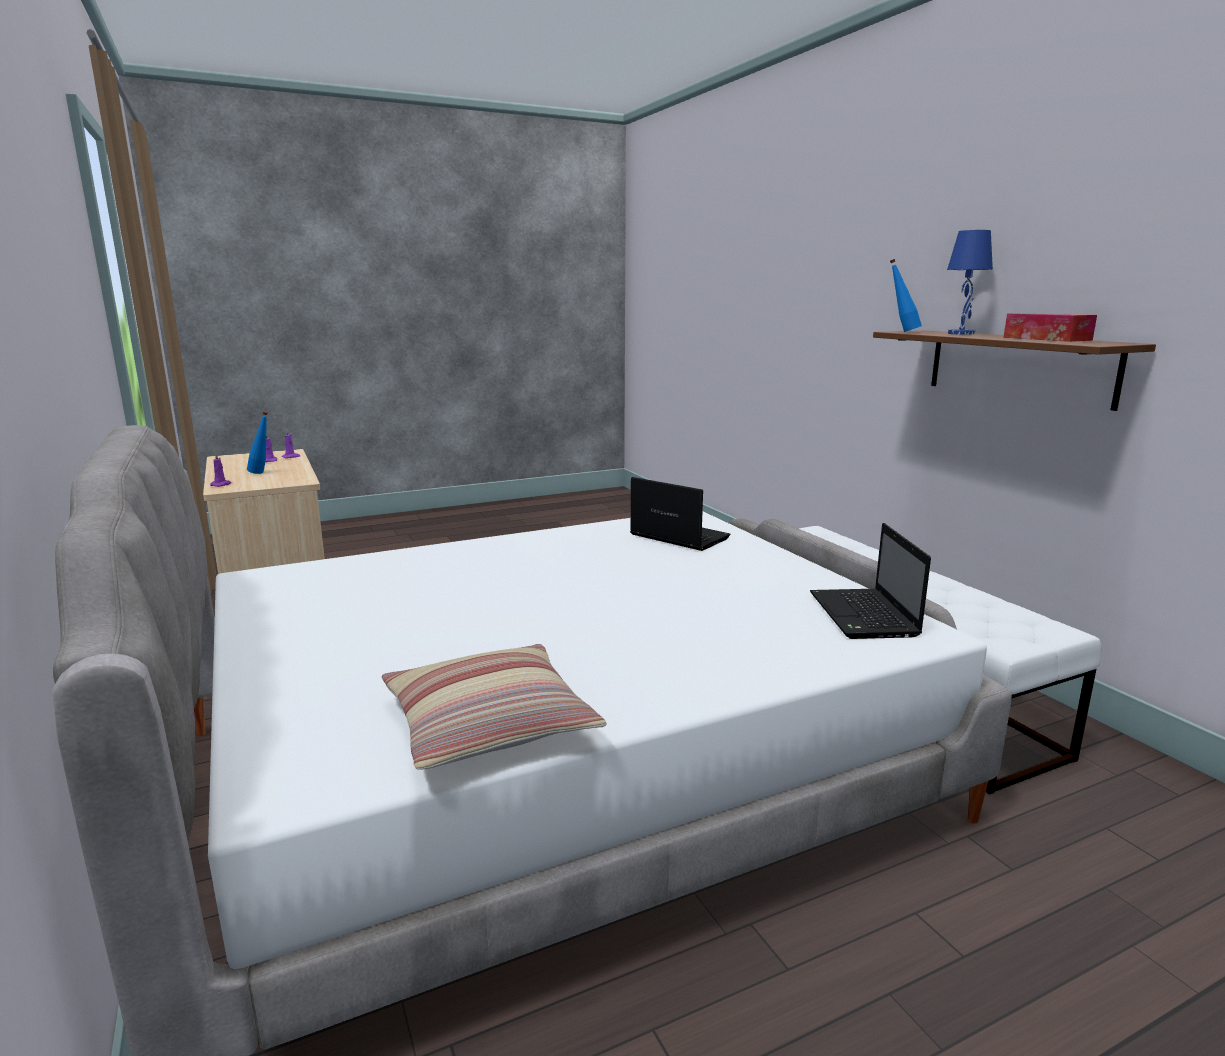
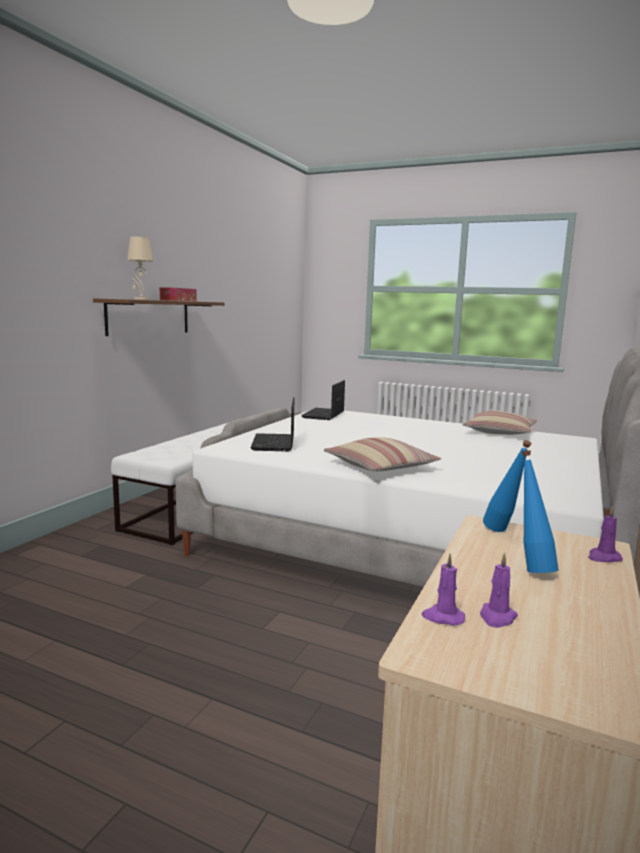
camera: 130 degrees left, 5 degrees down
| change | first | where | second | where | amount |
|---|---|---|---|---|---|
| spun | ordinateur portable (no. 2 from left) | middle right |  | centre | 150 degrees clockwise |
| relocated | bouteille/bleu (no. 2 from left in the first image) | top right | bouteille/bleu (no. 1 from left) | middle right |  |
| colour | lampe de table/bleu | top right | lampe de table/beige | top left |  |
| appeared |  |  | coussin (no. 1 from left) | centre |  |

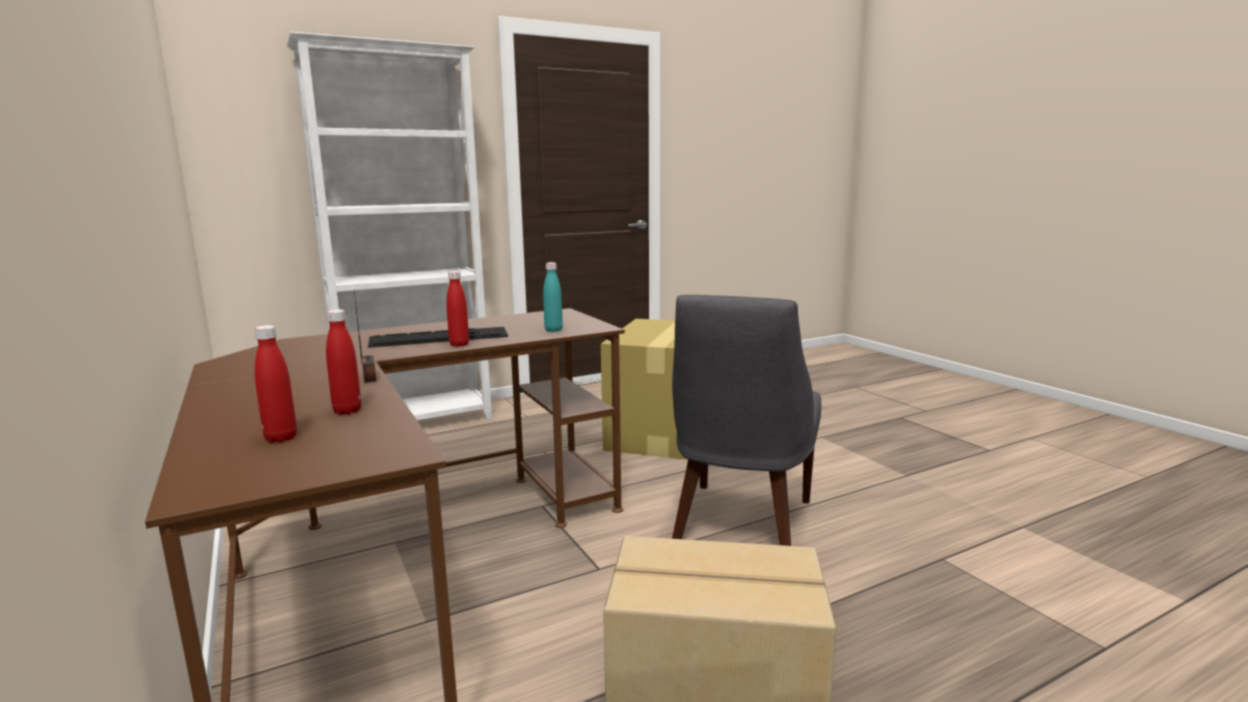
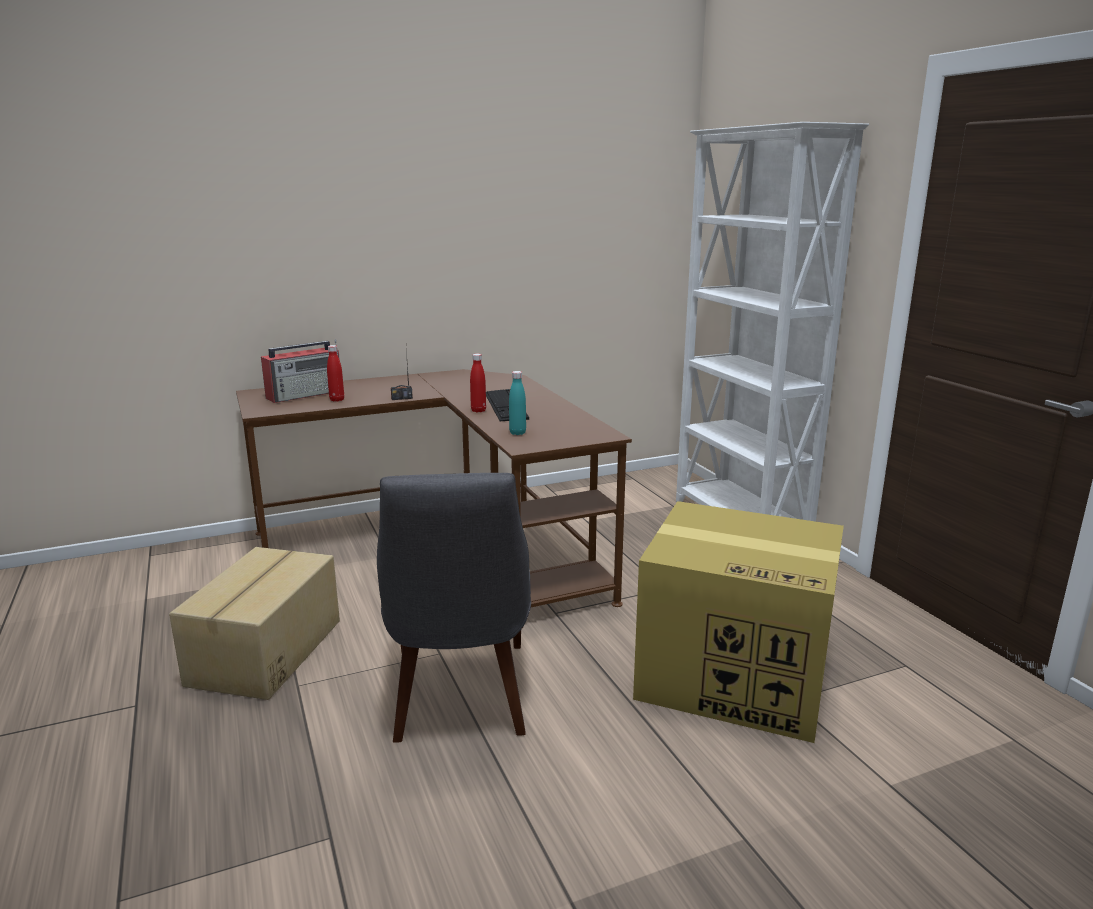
camera: 95 degrees right, 5 degrees up
| change | first | where | second | where | amount |
|---|---|---|---|---|---|
| exchanged | bouteille/rouge (no. 1 from left) | middle left | radio (no. 1 from left) | middle left |  |
| spun | chaise/gris | centre |  | bottom centre | 120 degrees counterclockwise |

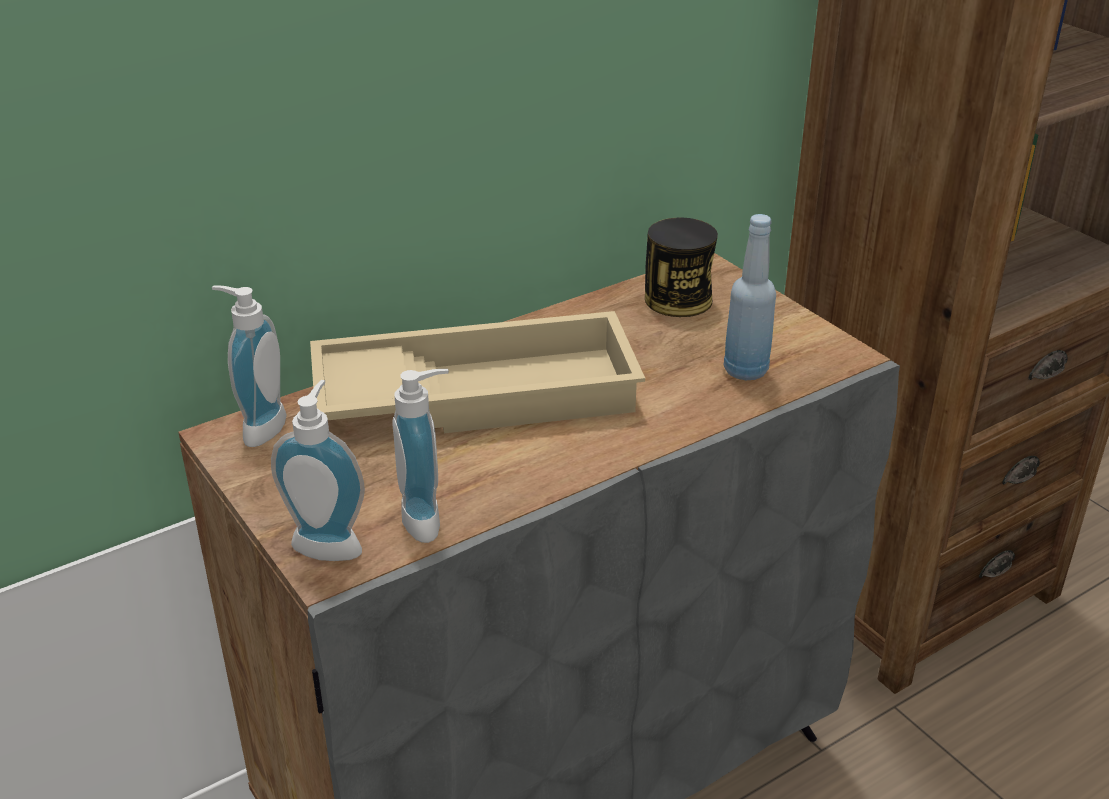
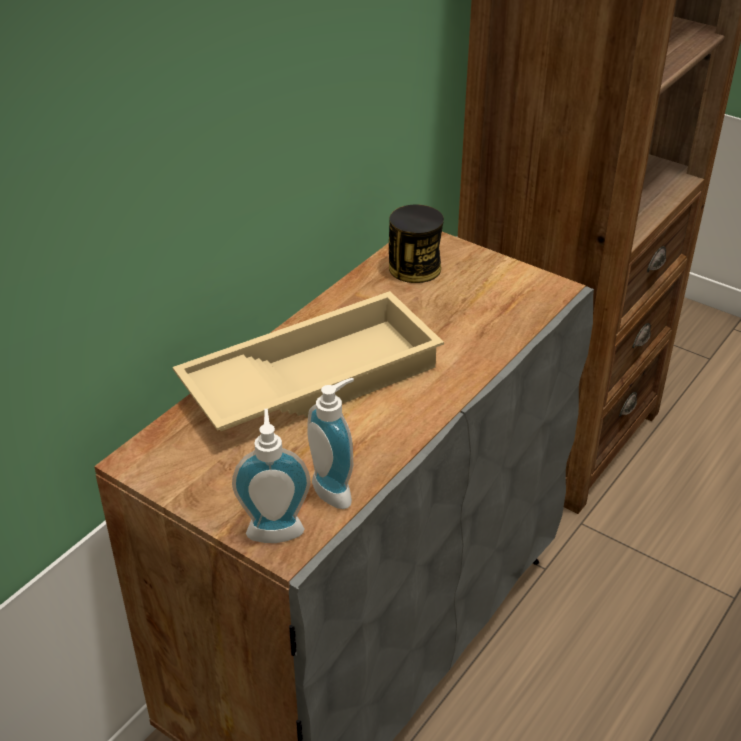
camera: 20 degrees left, 5 degrees up
| change | first | where | second | where | amount |
|---|---|---|---|---|---|
| missing | distributeur de savon (no. 1 from left) | middle left |  |  |  |
| missing | bouteille/bleu | middle right |  |  |  |

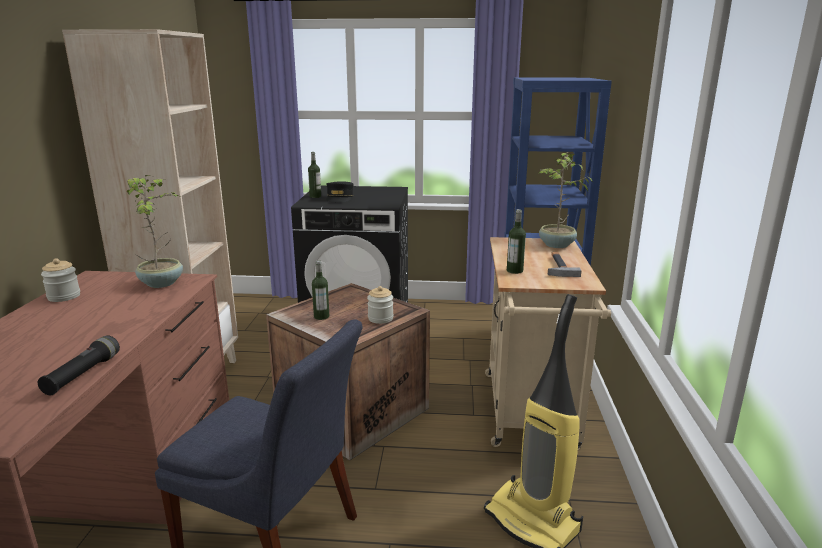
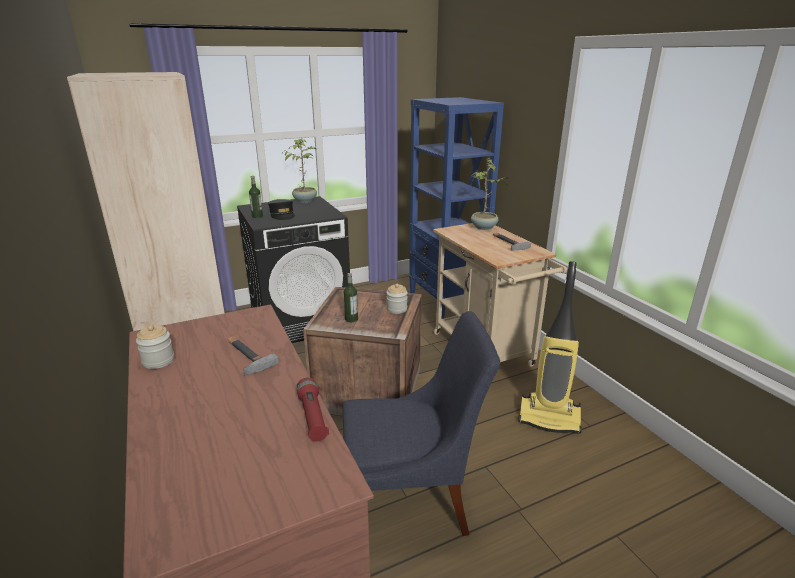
camera: 30 degrees left, 5 degrees up
| change | first | where | second | where | amount |
|---|---|---|---|---|---|
| colour | lampe de poche/noir | middle left | lampe de poche/rouge | bottom centre |  |
| relocated | plante en pot (no. 1 from left) | middle left |  | top centre |  |
| missing | bouteille (no. 3 from left) | centre |  |  |  |
| appeared |  |  | marteau (no. 1 from left) | middle left |  |

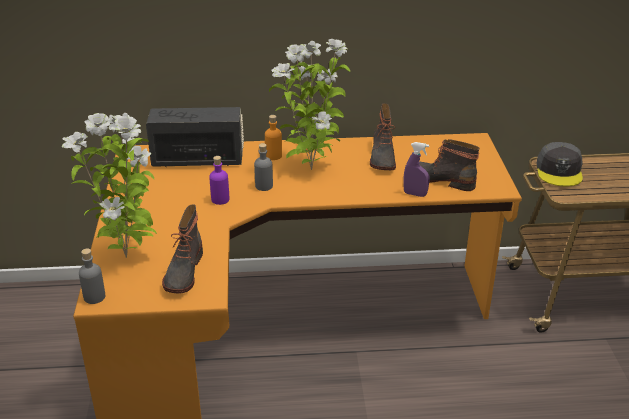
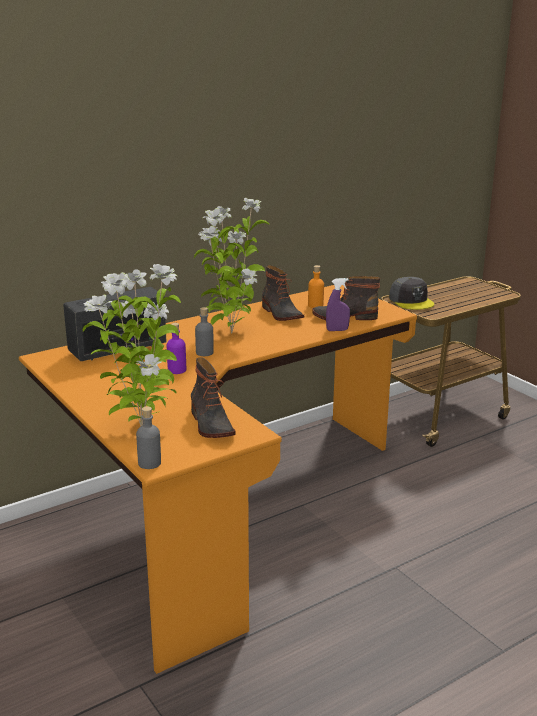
camera: 30 degrees left, 10 degrees down
| change | first | where | second | where | amount |
|---|---|---|---|---|---|
| relocated | bouteille/orange | top centre |  | centre |  |

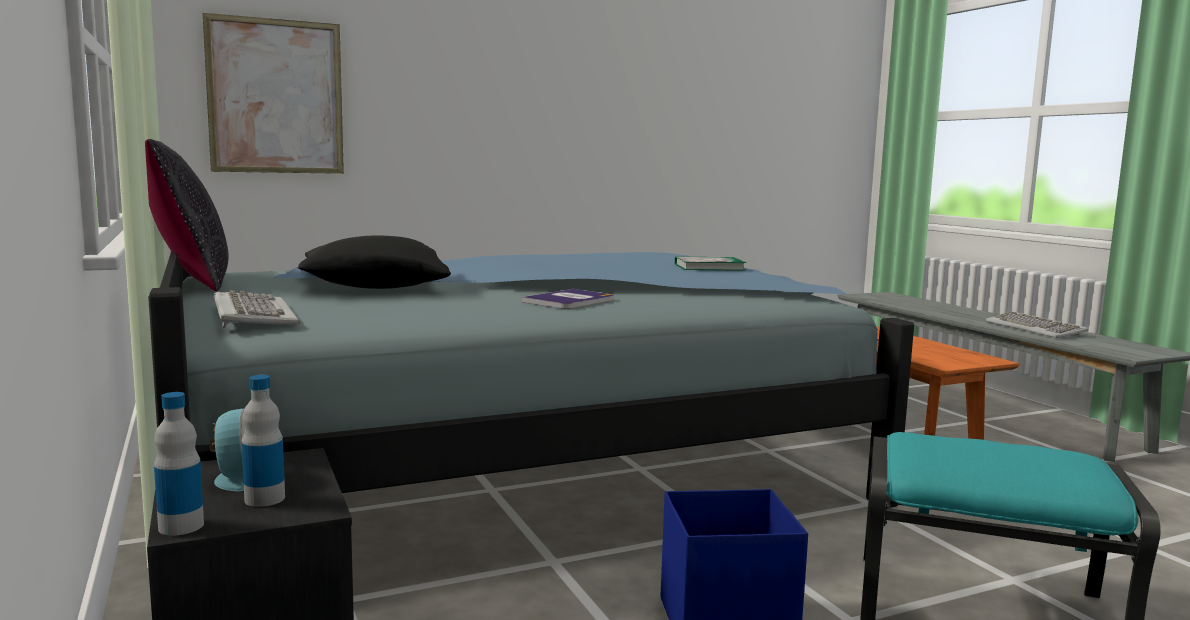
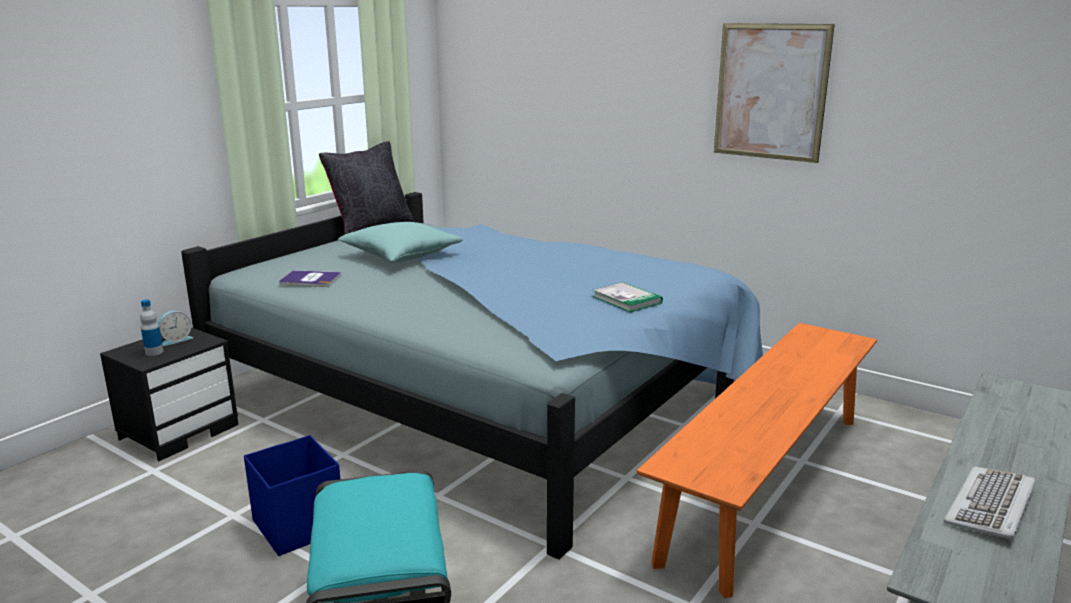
camera: 60 degrees right, 10 degrees up
| change | first | where | second | where | amount |
|---|---|---|---|---|---|
| missing | bouteille (no. 1 from left) | bottom left |  |  |  |
| relocated | tableau | top left |  | top right |  |
| missing | clavier (no. 1 from left) | middle left |  |  |  |
| colour | coussin/noir (no. 2 from left) | middle left | coussin/turquoise | centre |  |
| relocated | livre (no. 1 from left) | centre |  | middle left |  |

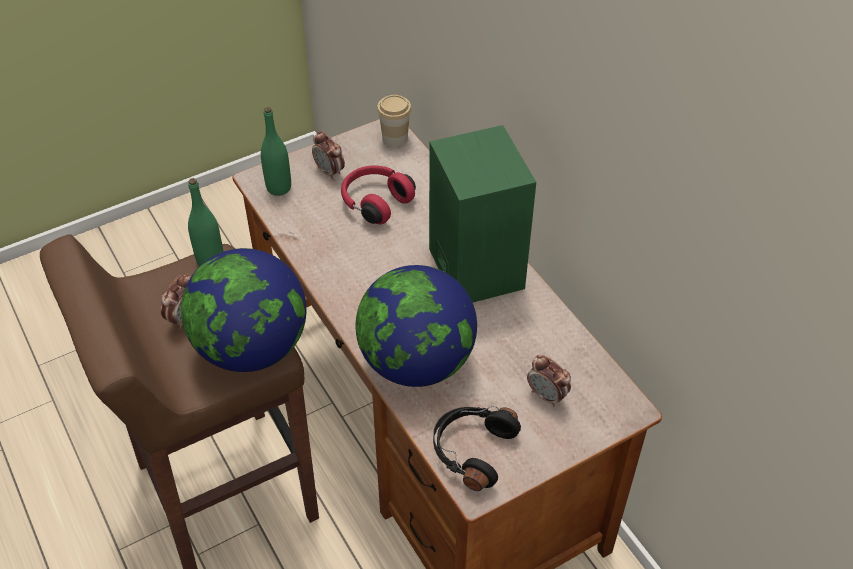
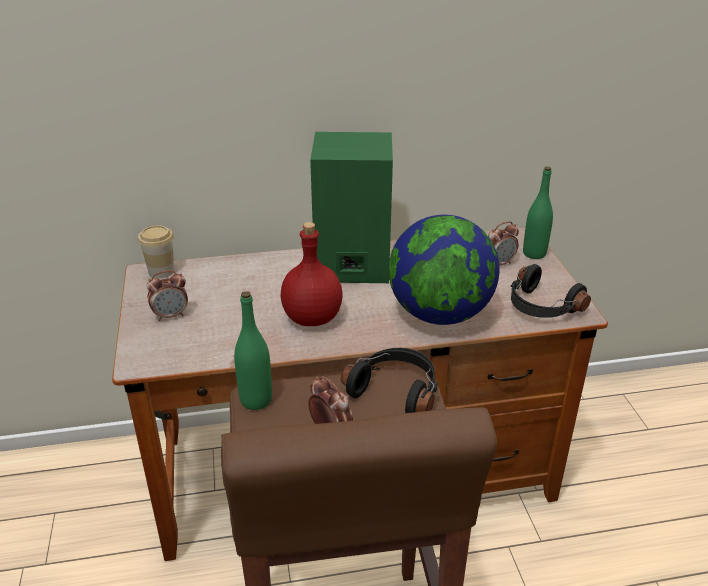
camera: 70 degrees left, 15 degrees down
| change | first | where | second | where | amount |
|---|---|---|---|---|---|
| exchanged | globe (no. 1 from left) | middle left | casque audio/noir (no. 1 from left) | centre |  |
| relocated | bouteille/vert (no. 2 from left) | top left |  | middle right |  |
| missing | casque audio/rouge | centre |  |  |  |
| appeared |  |  | bouteille/rouge | centre |  |

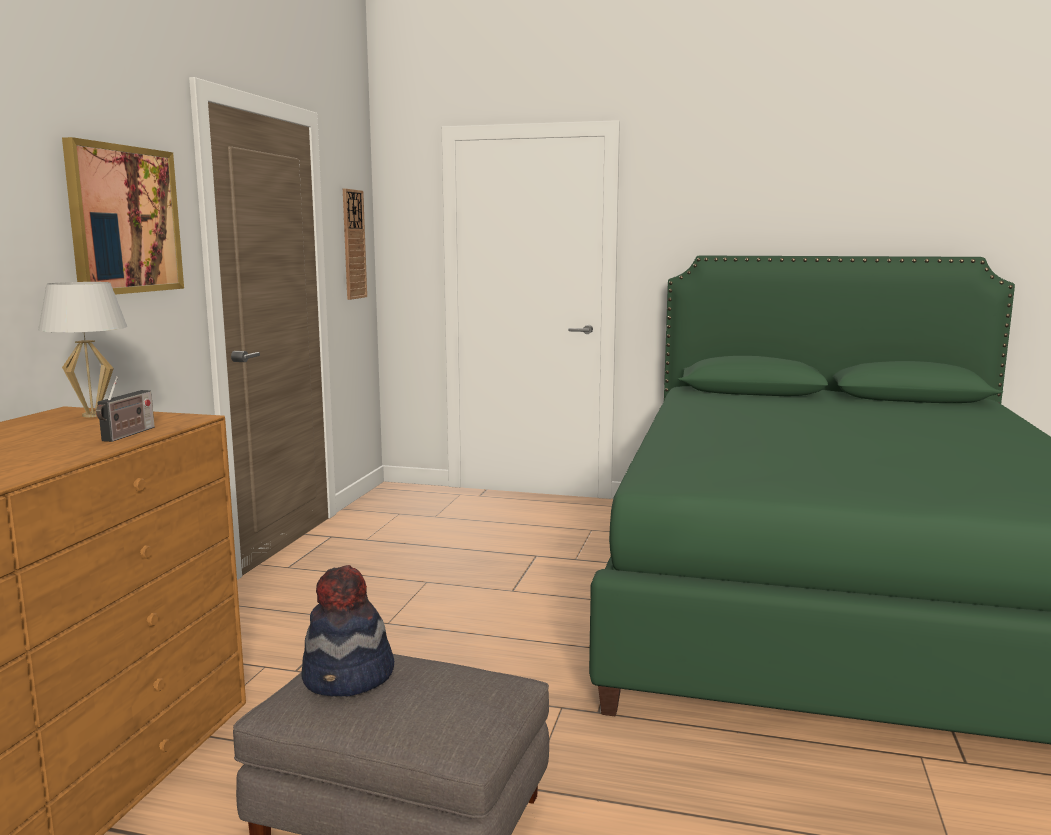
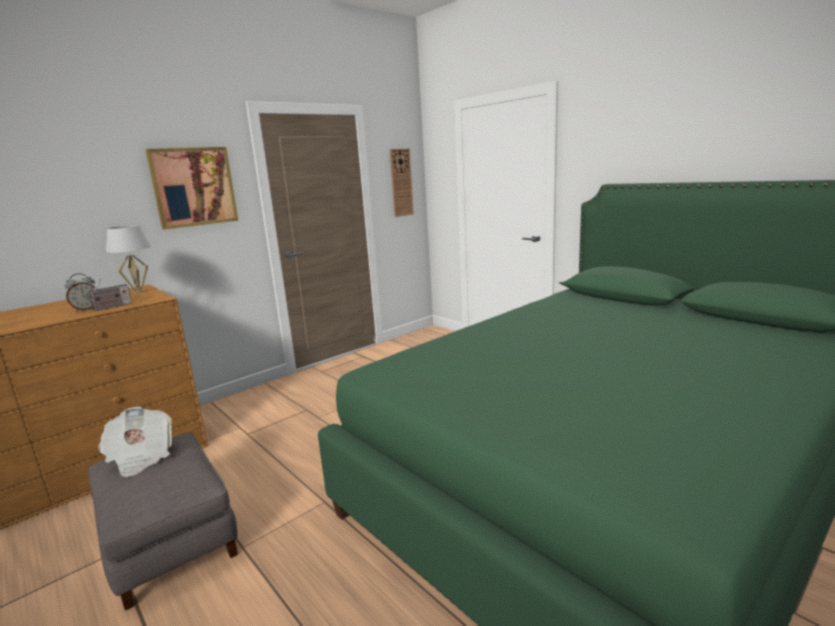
camera: 35 degrees right, 5 degrees up
| change | first | where | second | where | amount |
|---|---|---|---|---|---|
| exchanged | chapeau | bottom left | journal | bottom left |  |
| appeared |  |  | réveil | middle left |  |

